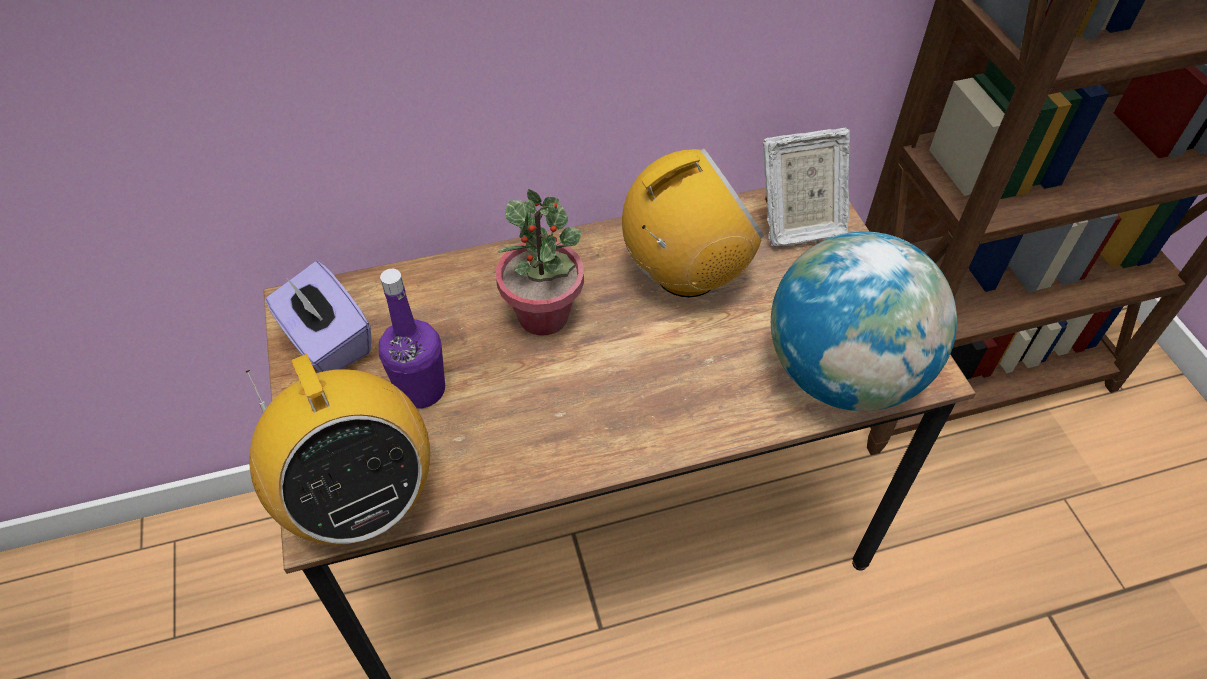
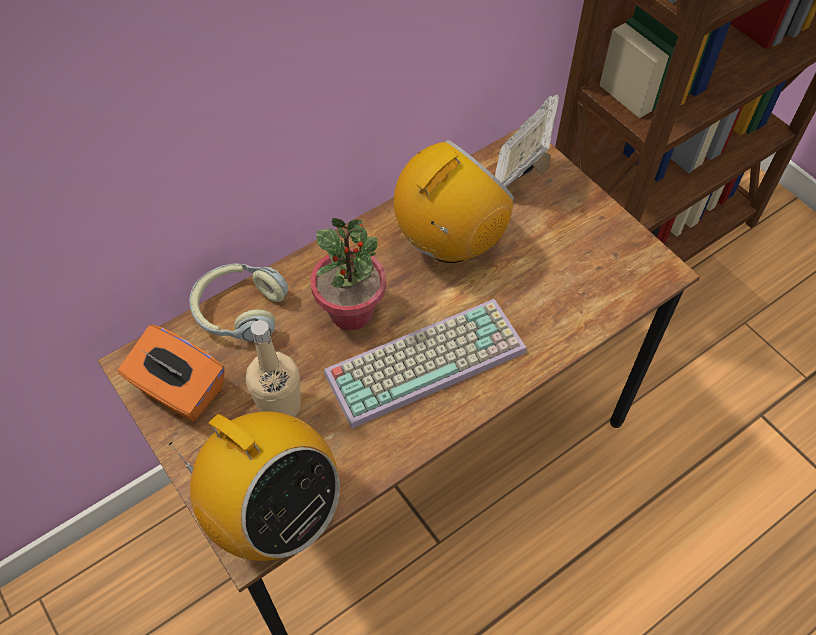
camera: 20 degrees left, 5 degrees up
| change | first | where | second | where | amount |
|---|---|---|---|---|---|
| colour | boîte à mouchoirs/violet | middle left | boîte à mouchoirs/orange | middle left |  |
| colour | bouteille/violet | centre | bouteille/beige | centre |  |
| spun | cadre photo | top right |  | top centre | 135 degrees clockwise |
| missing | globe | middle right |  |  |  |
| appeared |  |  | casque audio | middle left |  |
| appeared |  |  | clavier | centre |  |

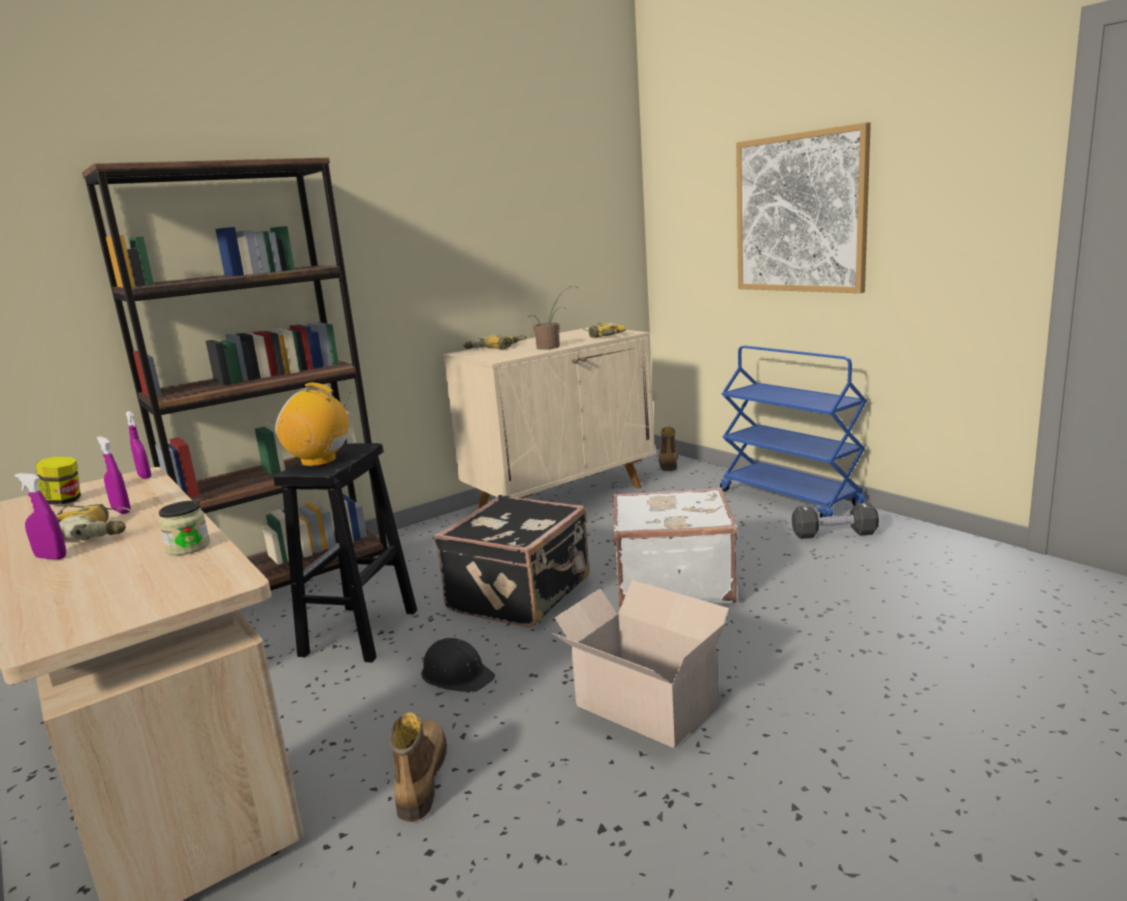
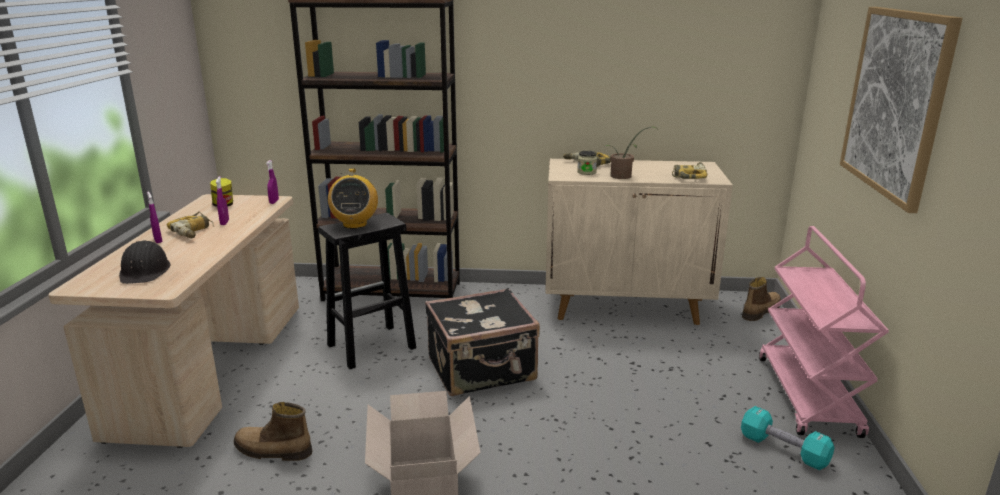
camera: 40 degrees right, 5 degrees up
| change | first | where | second | where | amount |
|---|---|---|---|---|---|
| relocated | bocal (no. 2 from left) | middle left |  | top centre |  |
| spun | radio | middle left |  | centre | 150 degrees counterclockwise |
| spun | botte (no. 1 from left) | bottom centre |  | bottom left | 120 degrees counterclockwise |
| relocated | casque de chantier/noir | bottom centre |  | middle left |  |
| missing | valise/blanc | centre |  |  |  |
| colour | chariot/bleu | middle right | chariot/rose | bottom right |  |
| colour | haltère/noir | middle right | haltère/turquoise | bottom right |  |

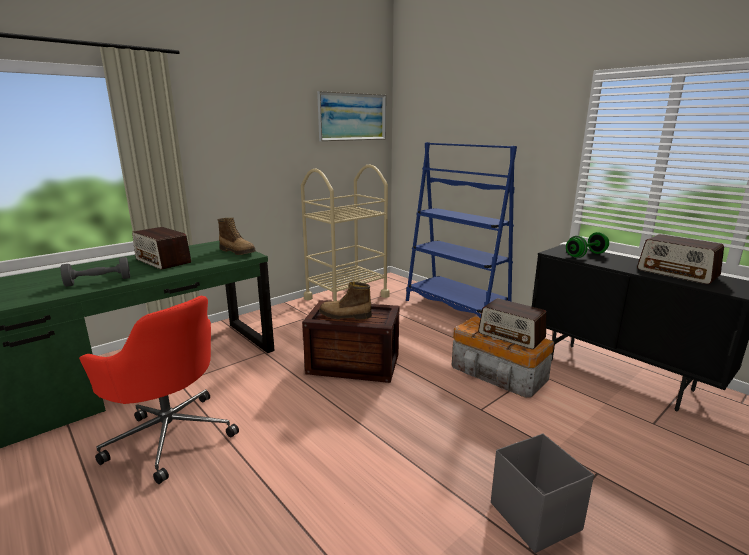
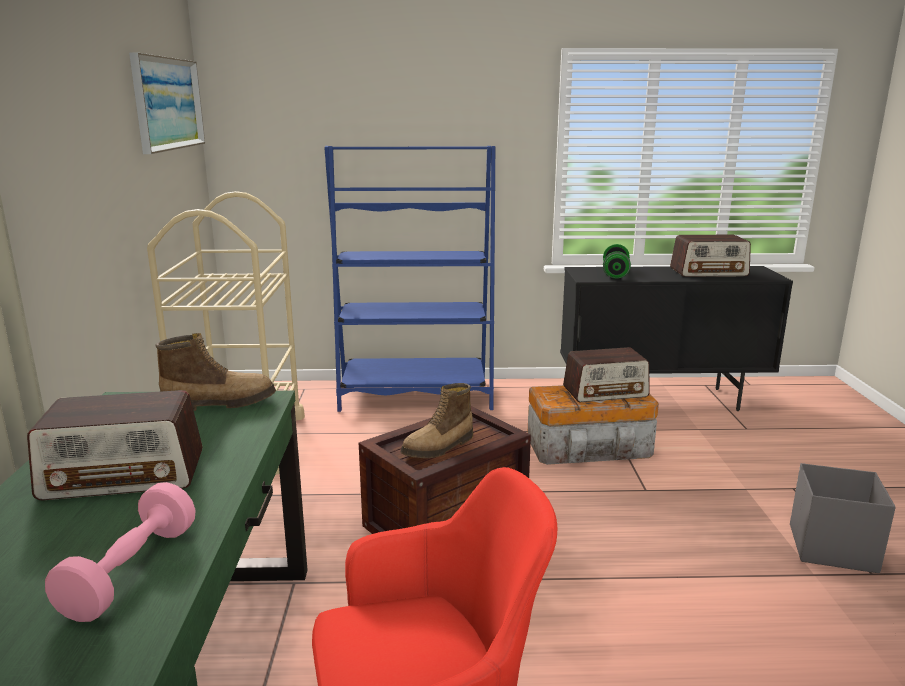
camera: 50 degrees left, 0 degrees up
| change | first | where | second | where | amount |
|---|---|---|---|---|---|
| colour | haltère/gris | middle left | haltère/rose | bottom left |  |

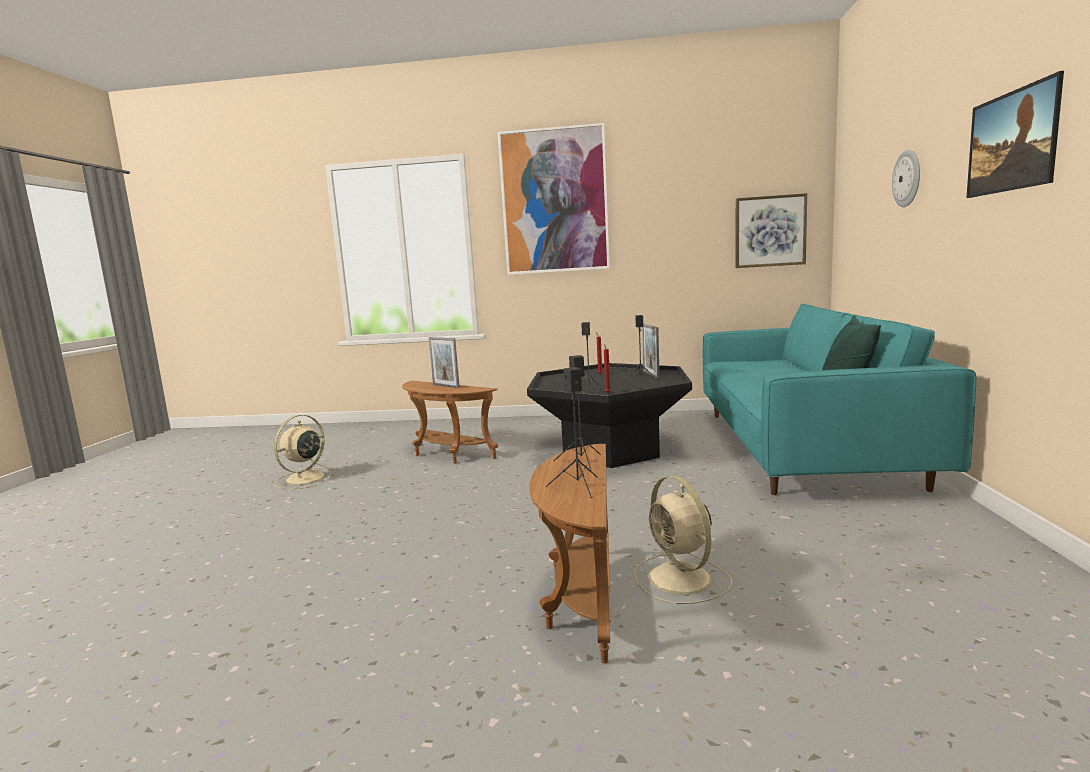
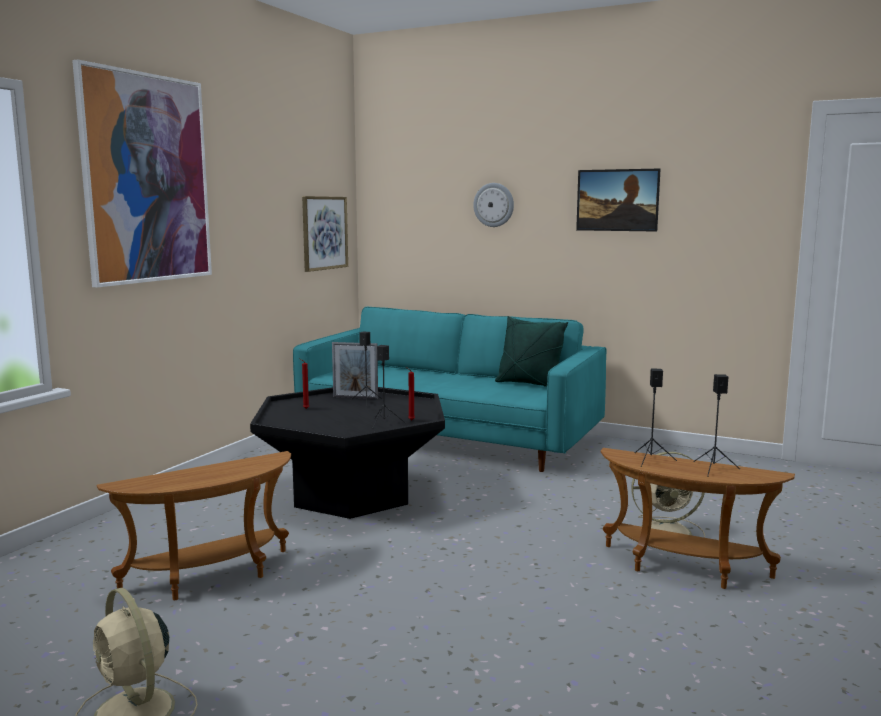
camera: 70 degrees left, 0 degrees up
| change | first | where | second | where | amount |
|---|---|---|---|---|---|
| missing | cadre photo (no. 1 from left) | centre |  |  |  |

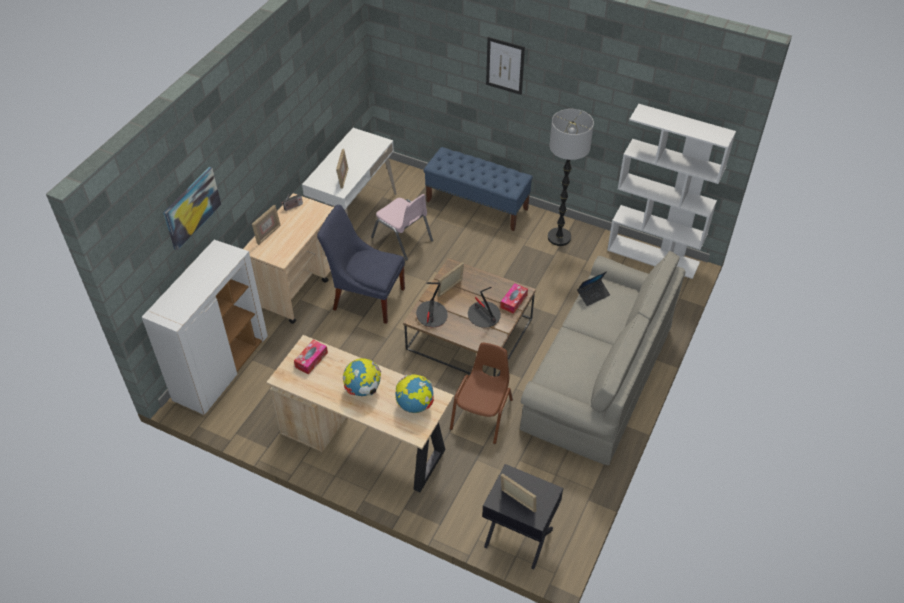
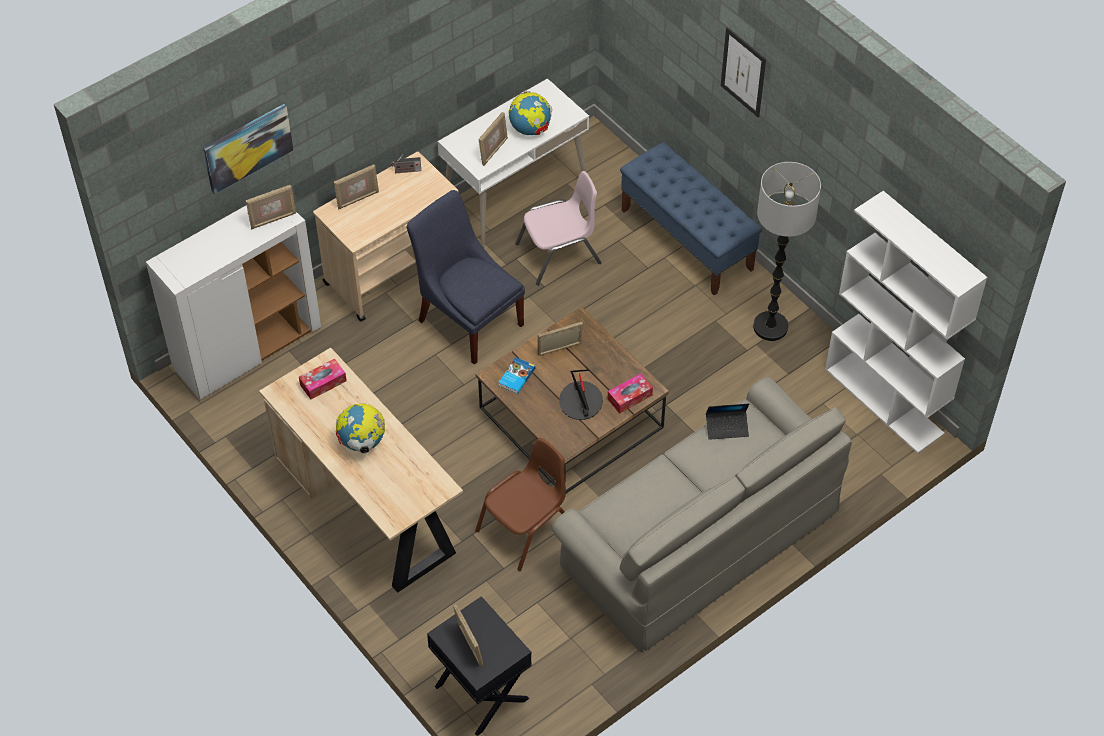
camera: 25 degrees right, 5 degrees up
| change | first | where | second | where | amount |
|---|---|---|---|---|---|
| spun | chaise/rose | centre |  | top centre | 90 degrees counterclockwise |
| relocated | globe (no. 2 from left) | centre |  | top centre |  |
| exchanged | lampe de table (no. 1 from left) | centre | livre | centre |  |
| appeared |  |  | cadre photo (no. 1 from left) | top left |  |

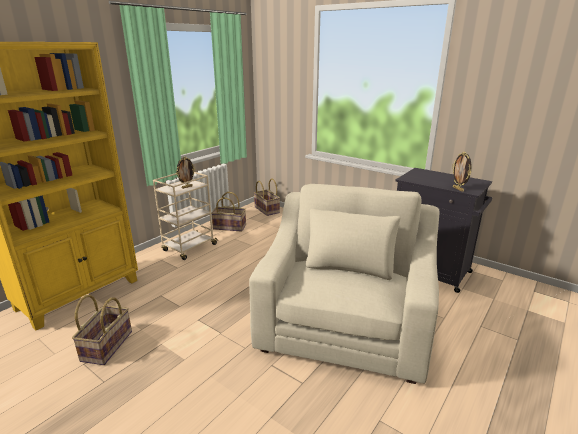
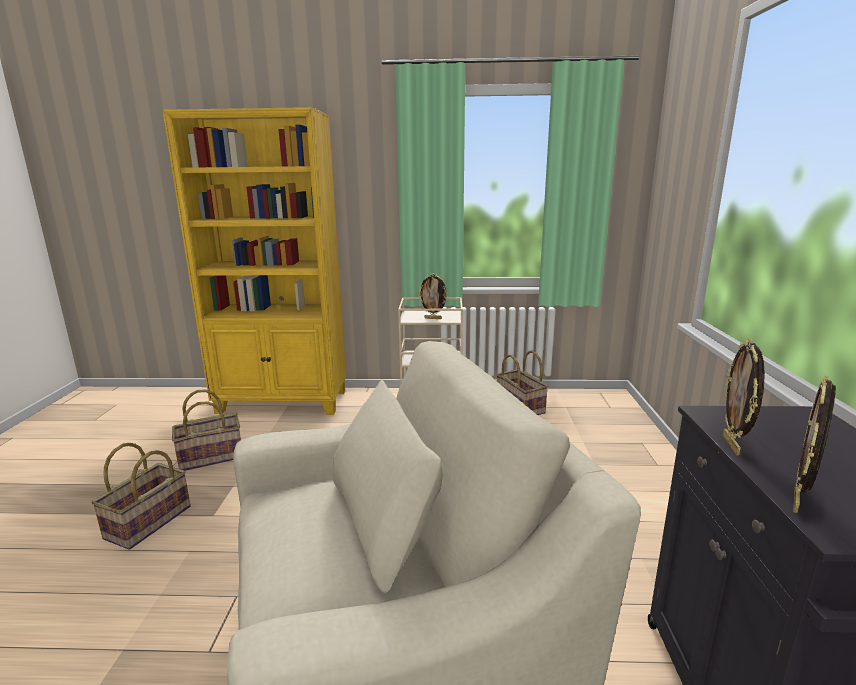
camera: 55 degrees right, 5 degrees down
| change | first | where | second | where | amount |
|---|---|---|---|---|---|
| relocated | panier (no. 3 from left in the first image) | centre | panier (no. 1 from left) | bottom left |  |
| appeared |  |  | cadre photo (no. 2 from left) | middle right |  |

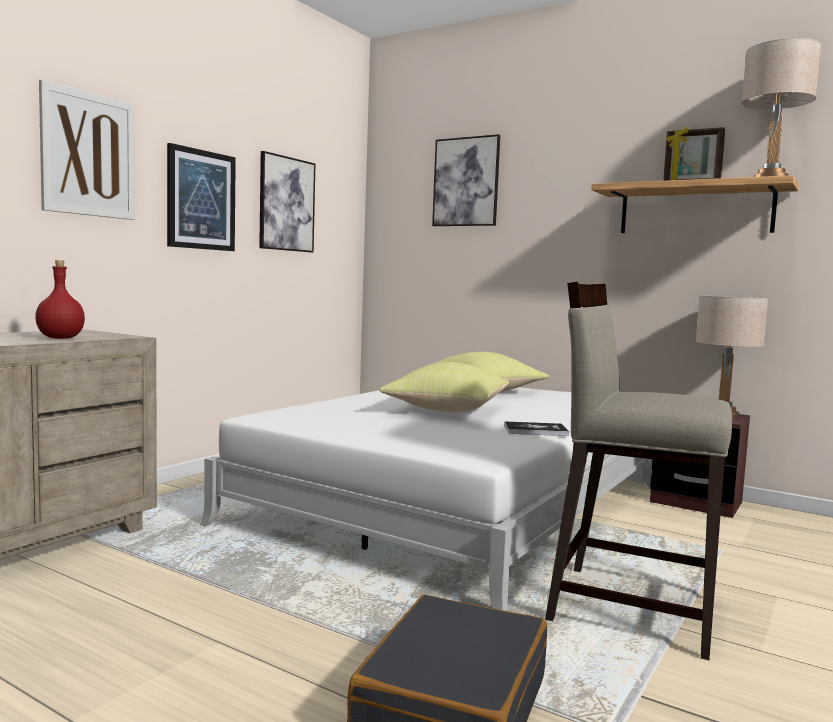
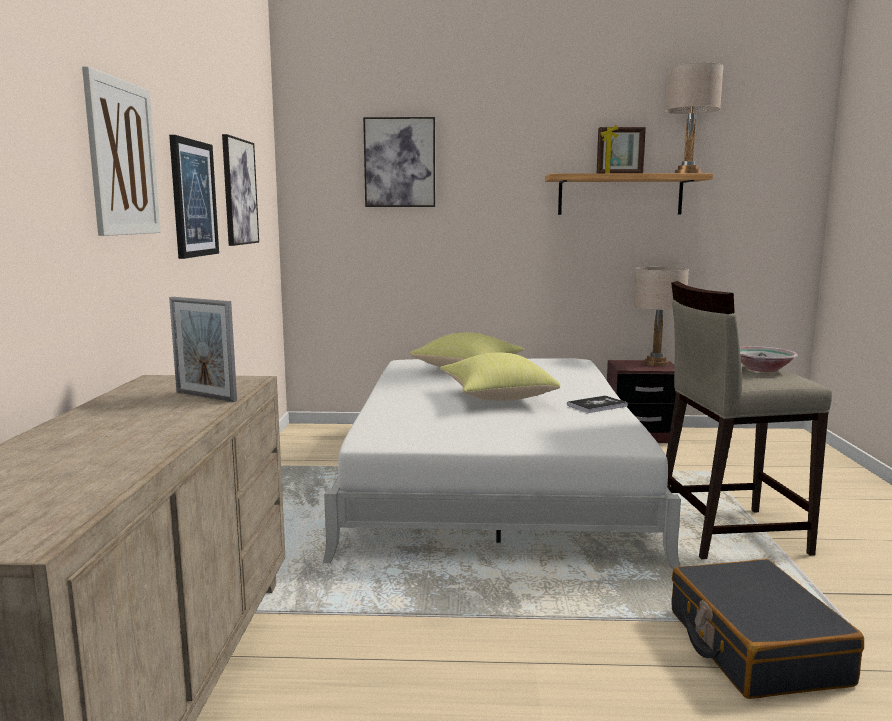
camera: 30 degrees left, 5 degrees up
| change | first | where | second | where | amount |
|---|---|---|---|---|---|
| exchanged | bouteille/rouge | middle left | cadre photo (no. 1 from left) | middle left |  |
| appeared |  |  | bol | middle right |  |

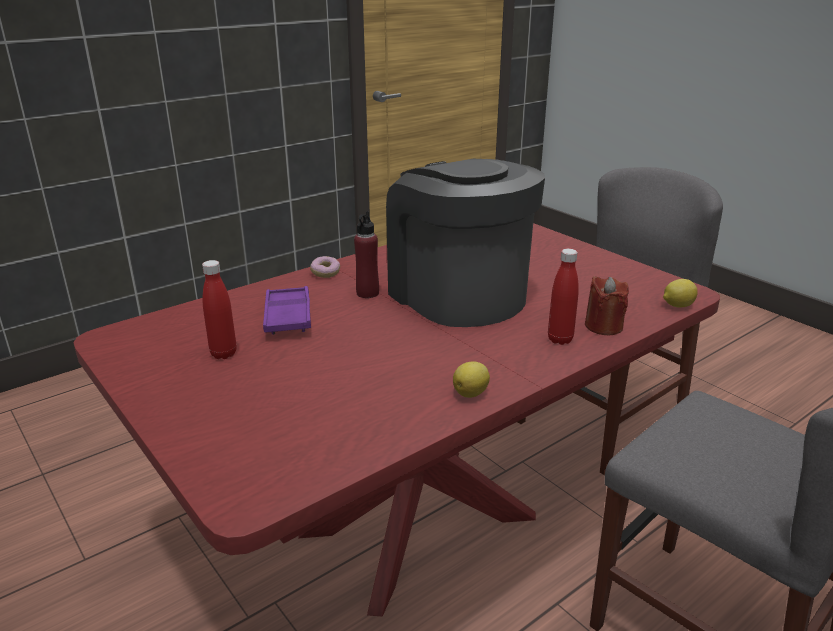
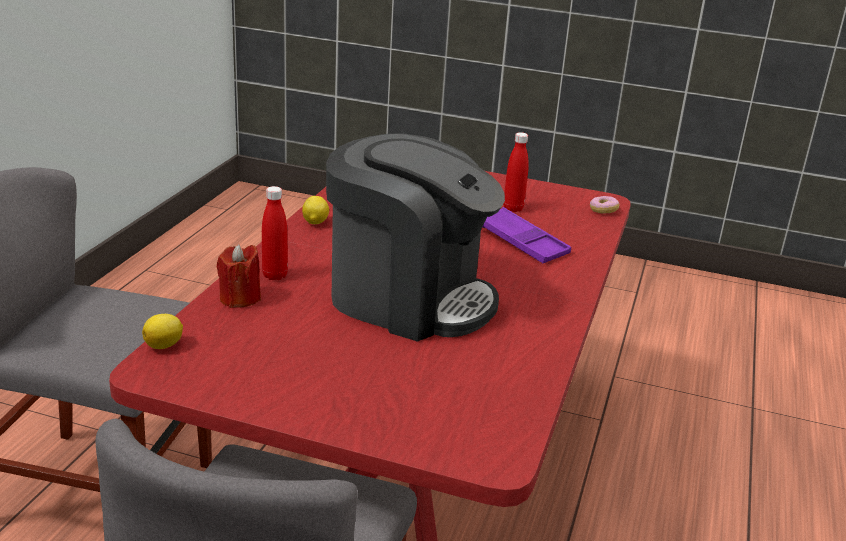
camera: 145 degrees right, 0 degrees up
| change | first | where | second | where | amount |
|---|---|---|---|---|---|
| relocated | beignet | centre |  | middle right |  |
| missing | bouteille/rouge (no. 2 from left) | centre |  |  |  |

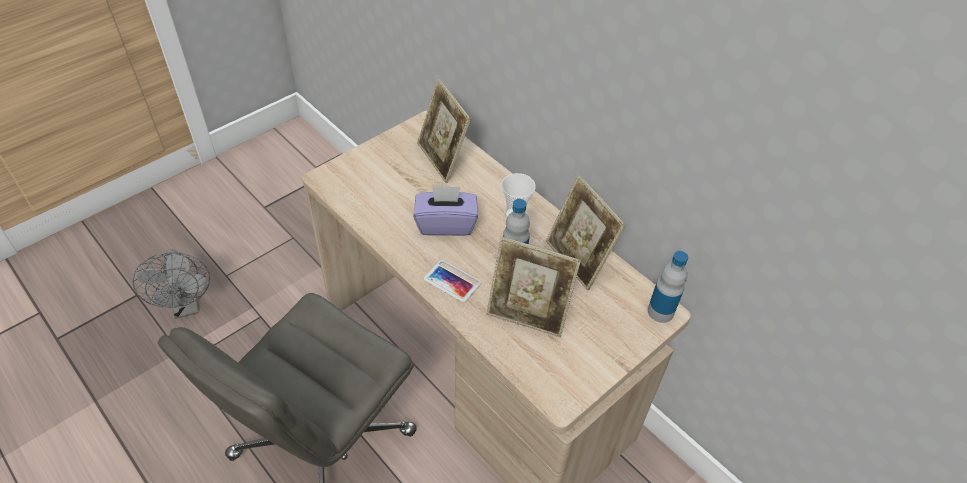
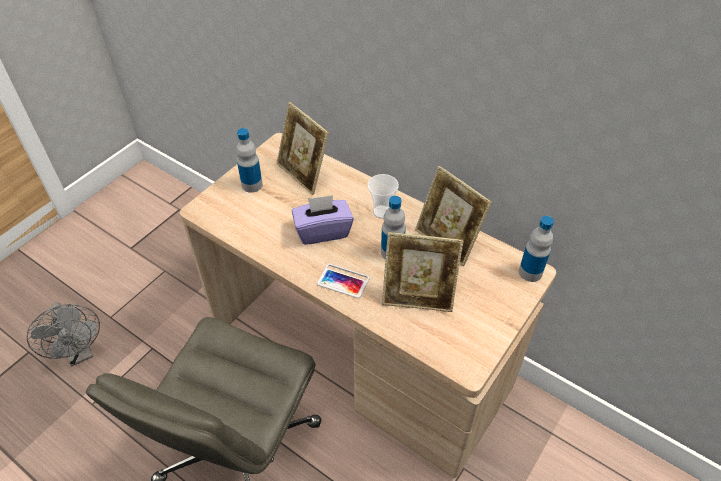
camera: 10 degrees left, 0 degrees up
| change | first | where | second | where | amount |
|---|---|---|---|---|---|
| appeared |  |  | bouteille (no. 1 from left) | top centre |  |

